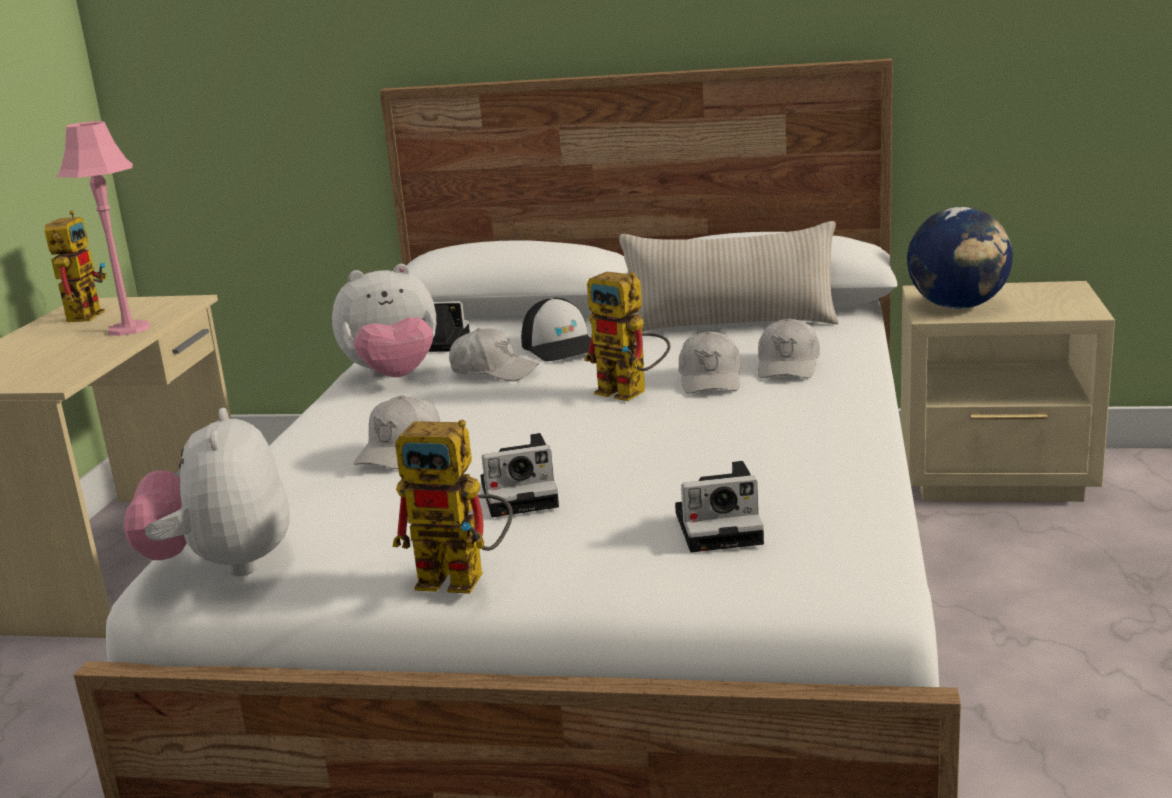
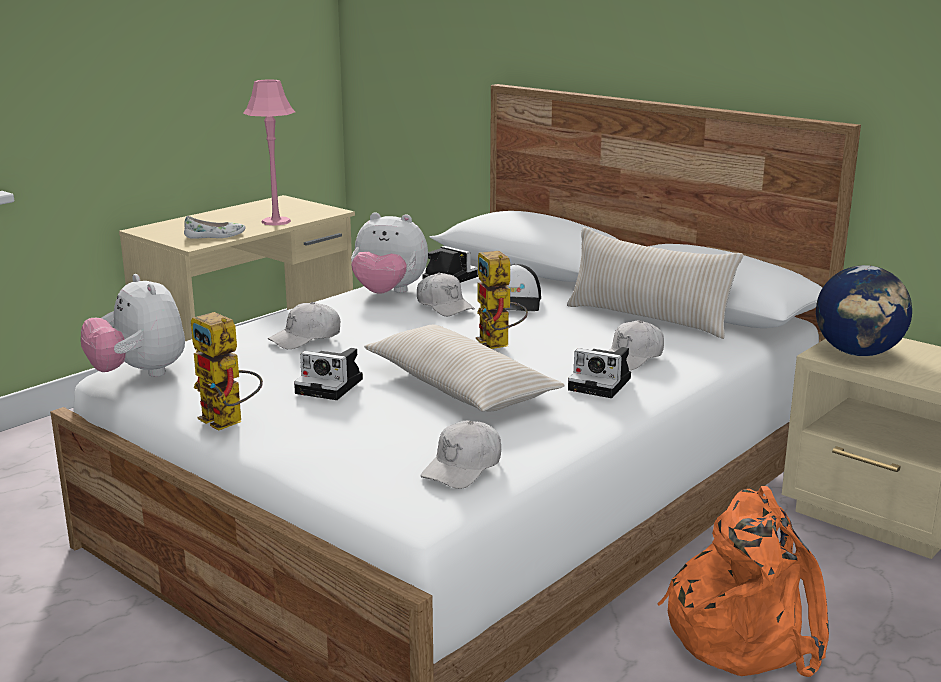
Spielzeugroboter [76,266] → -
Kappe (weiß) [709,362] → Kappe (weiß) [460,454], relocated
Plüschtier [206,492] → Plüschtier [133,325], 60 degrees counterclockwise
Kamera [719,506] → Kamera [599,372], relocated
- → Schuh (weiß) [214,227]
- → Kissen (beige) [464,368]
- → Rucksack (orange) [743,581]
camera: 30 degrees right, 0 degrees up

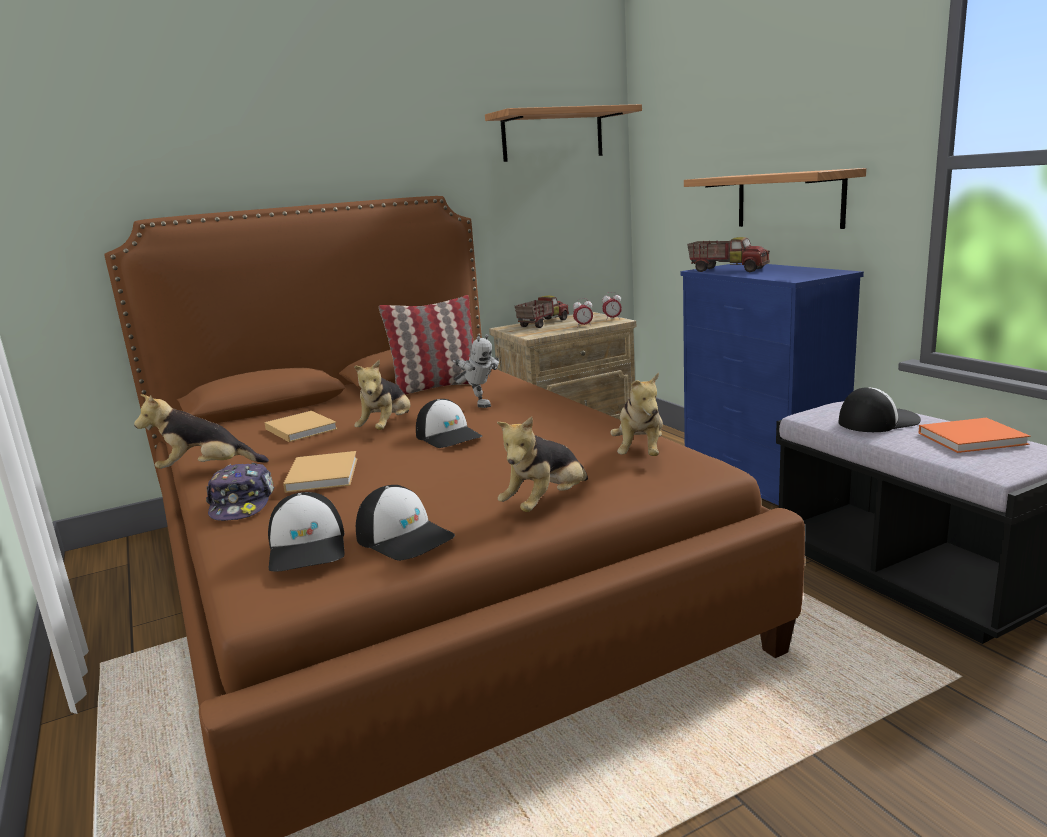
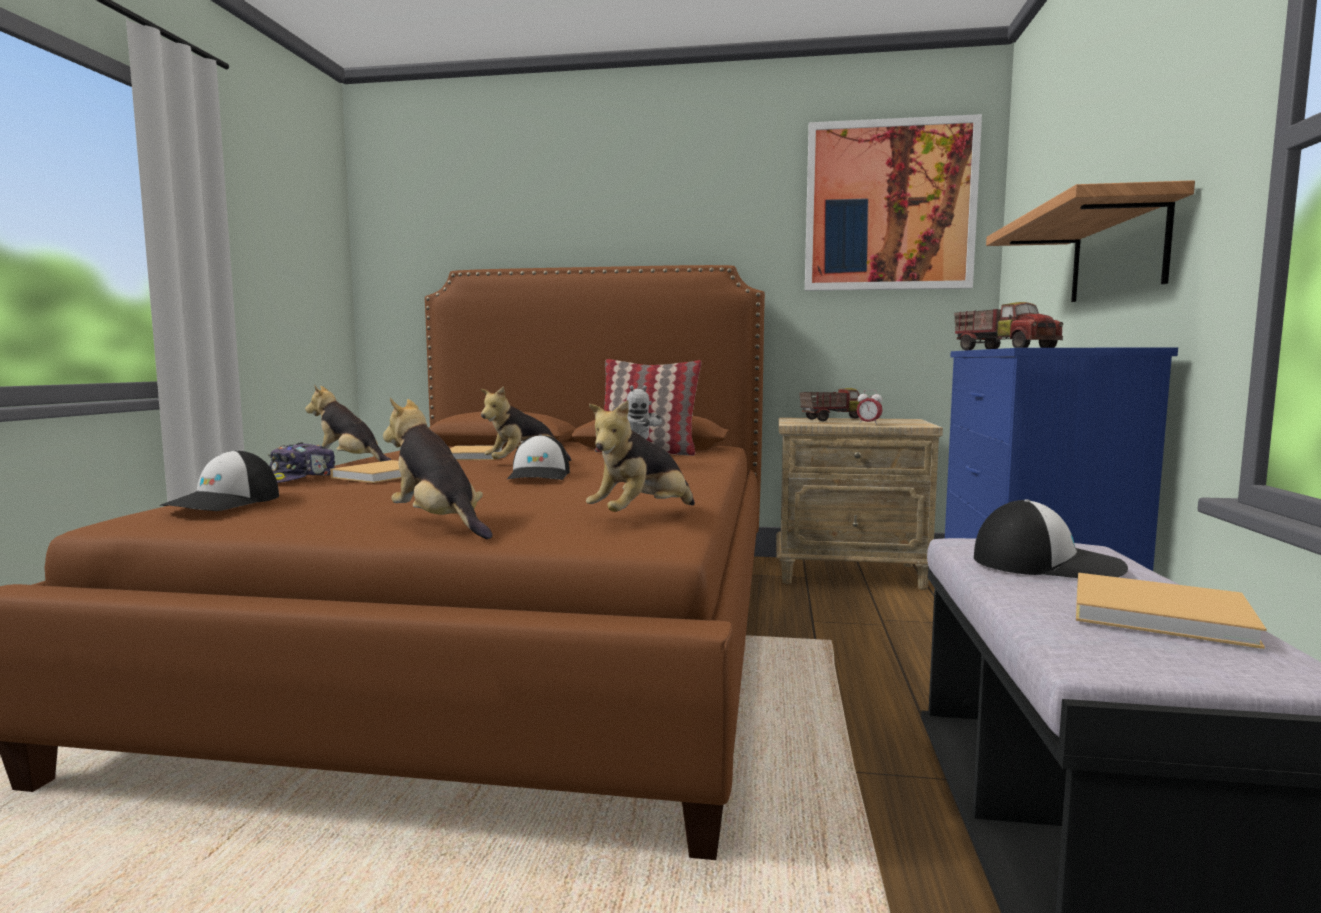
Wandregal [563,133] → Bild [893,202]
Wecker [612,306] → -
Plüschtier [542,464] → Plüschtier [438,468], 60 degrees clockwise
Buch (orange) [974,435] → Buch (beige) [1171,611]
Kappe [405,523] → -
camera: 35 degrees right, 10 degrees down

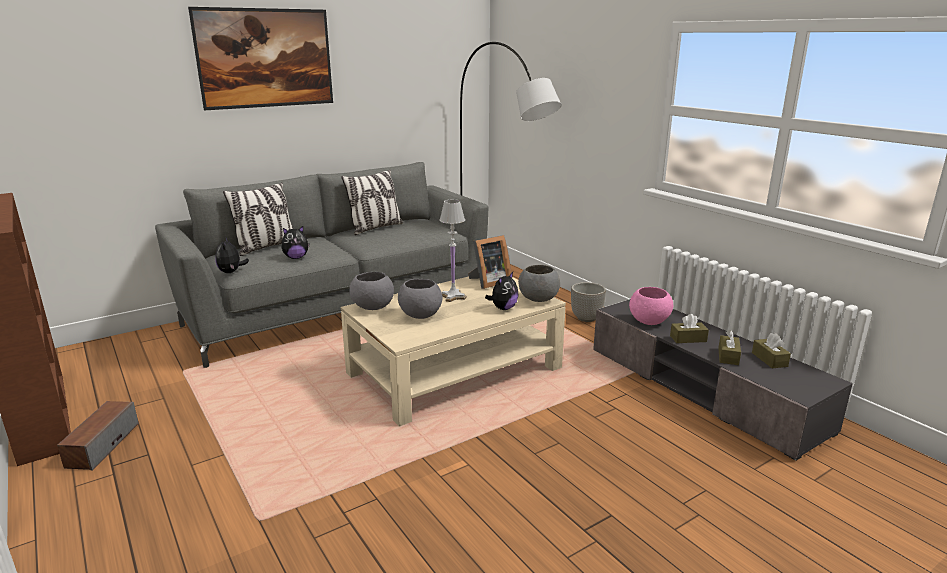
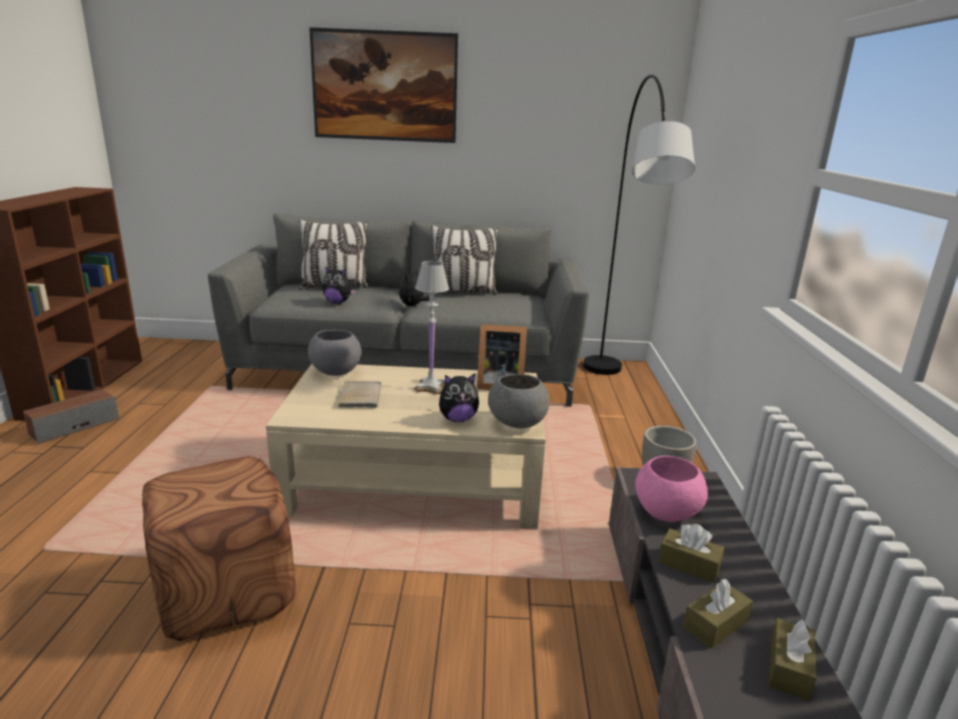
Plüschtier [232,255] → Plüschtier [414,287], relocated
Schüssel (grau) [420,299] → Buch (beige) [359,394]
- → Polsterhocker (braun) [219,548]
camera: 35 degrees right, 0 degrees up

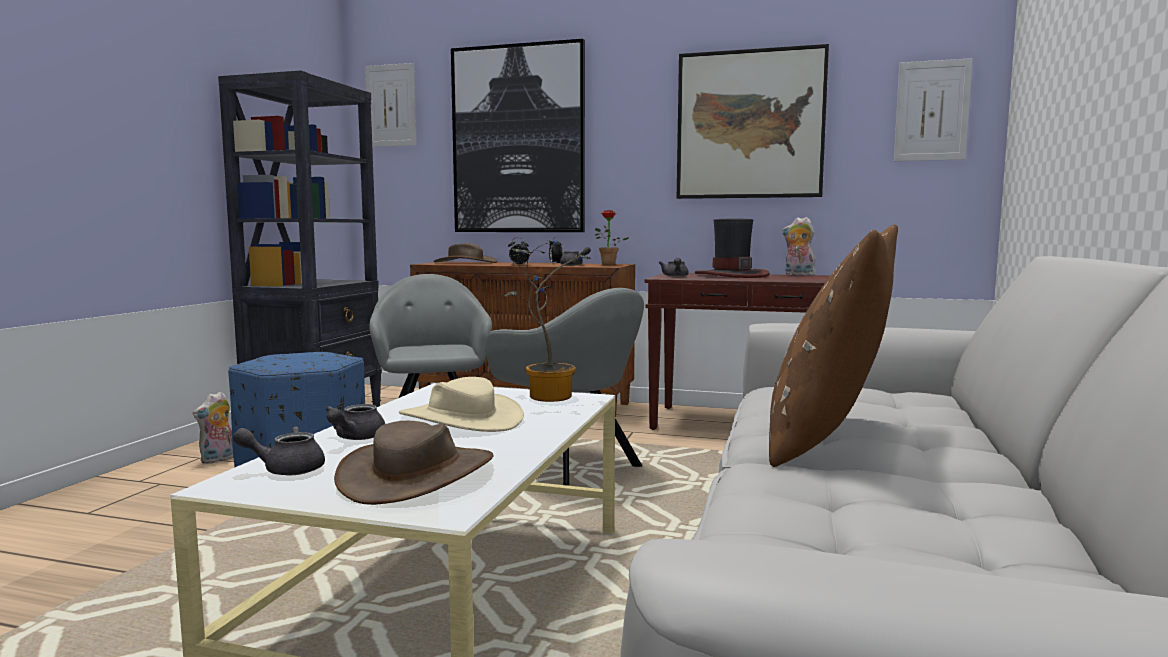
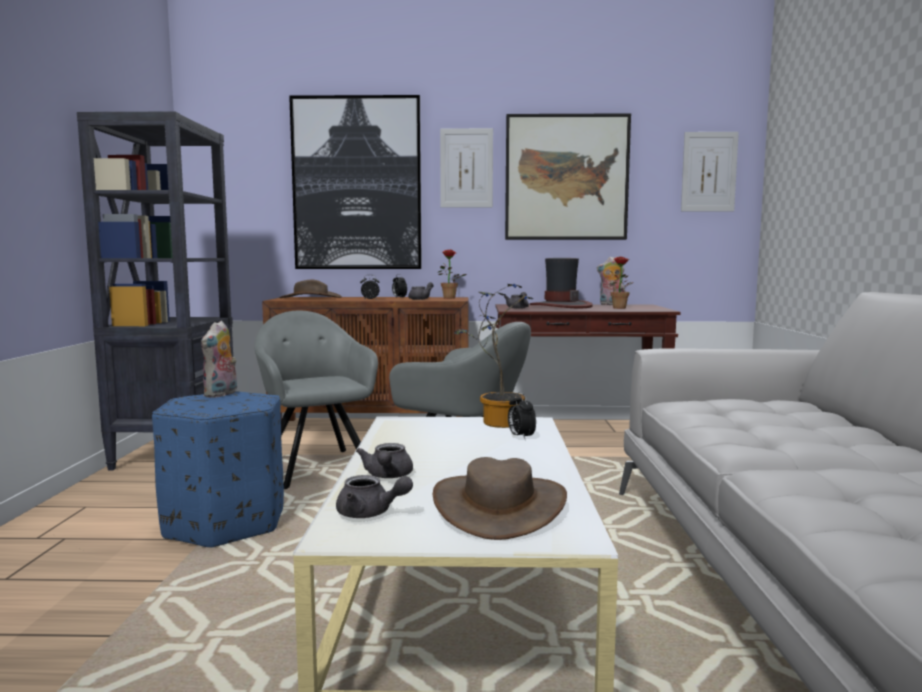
Bild [390,105] → Bild [466,168], relocated
Kissen (braun) [833,346] → -
Hut (beige) [461,404] → -
Plüschtier [213,427] → Plüschtier [219,359], relocated
Teekanne (grau) [279,451] → Teekanne (grau) [374,496], 135 degrees counterclockwise
- → Topfpflanze [622,283]
- → Wecker [522,415]
camera: 15 degrees left, 0 degrees up

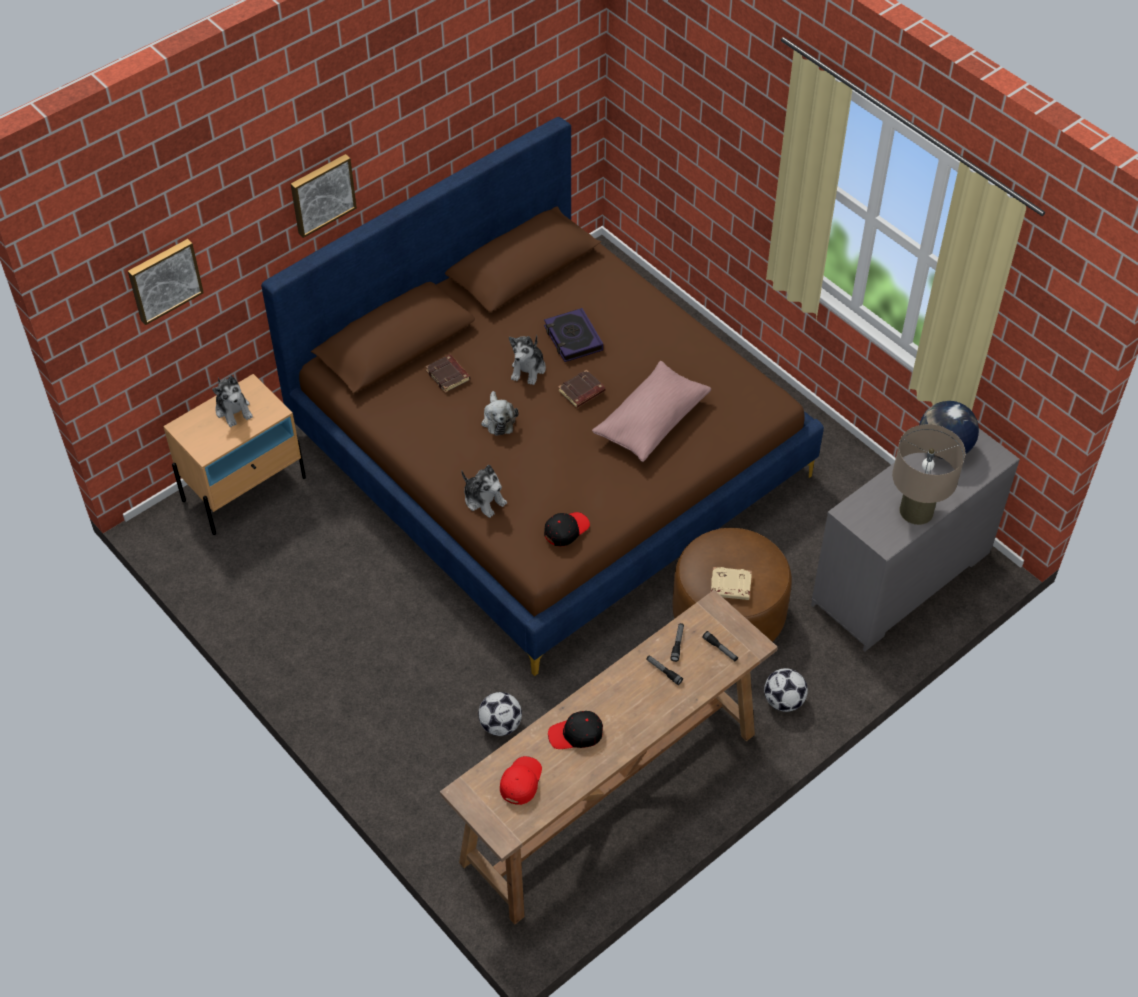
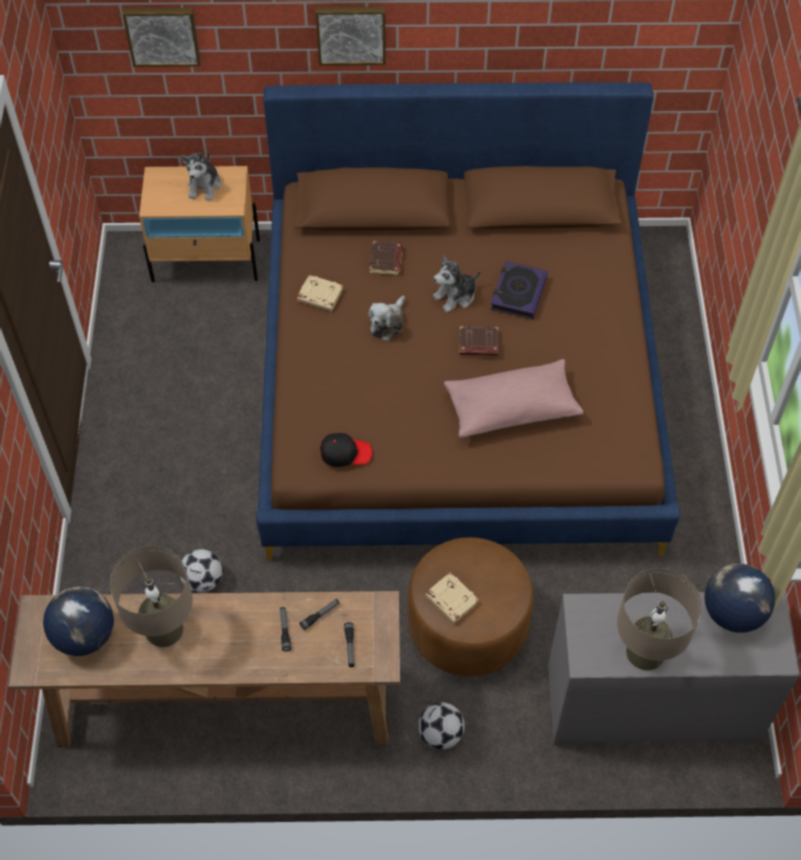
Plüschtier [484,491] → -
Kappe (schwarz) [575,730] → Tischlampe (beige) [151,596]
Kappe (rot) [521,780] → Globus [78,621]
- → Buch (beige) [320,293]
camera: 40 degrees right, 5 degrees up

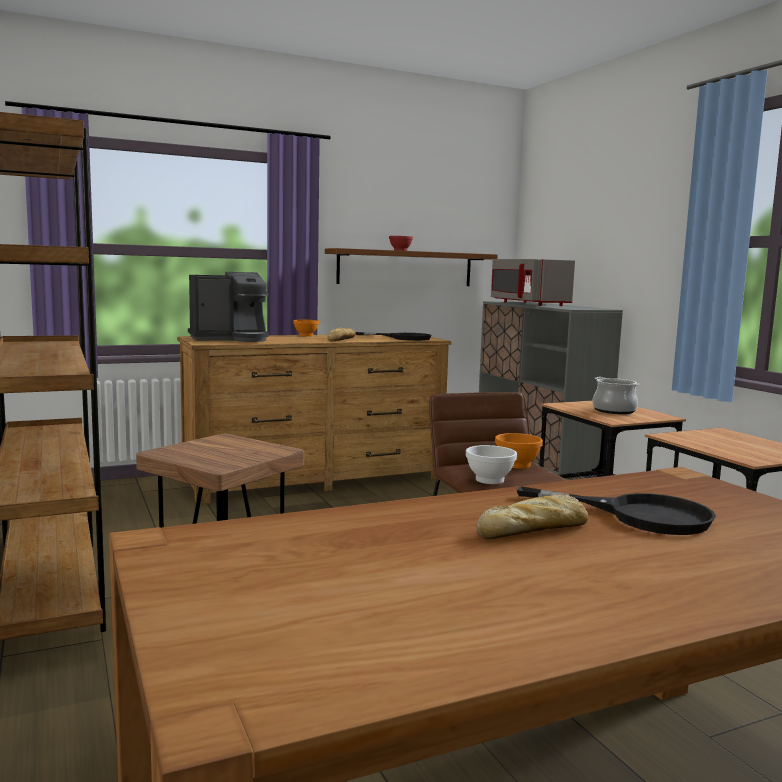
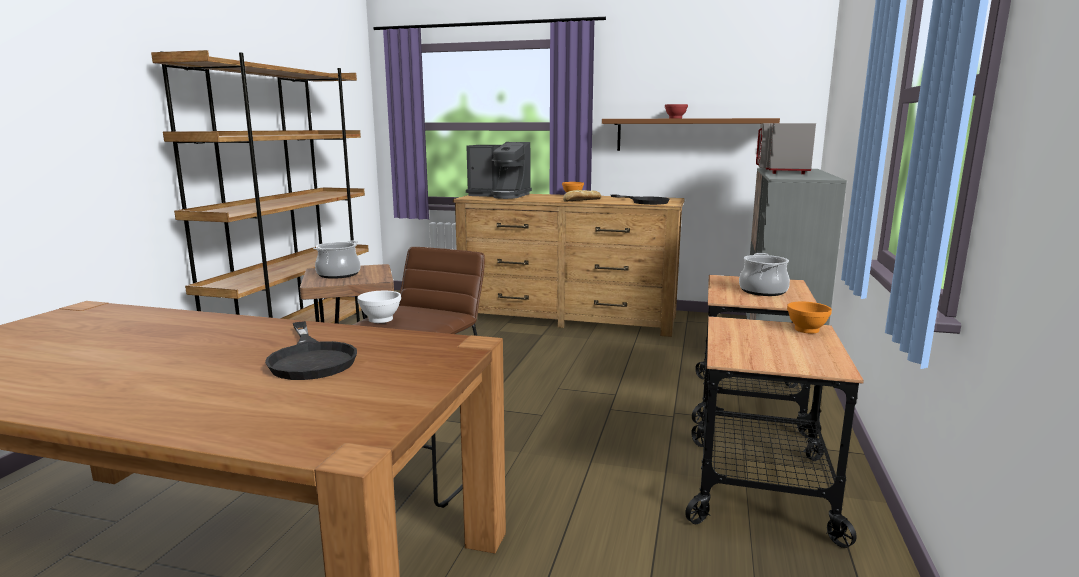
Schüssel (orange) [519,451] → Schüssel (orange) [809,317], relocated
Brot [532,517] → -
- → Kochtopf [337,260]
camera: 40 degrees right, 5 degrees up

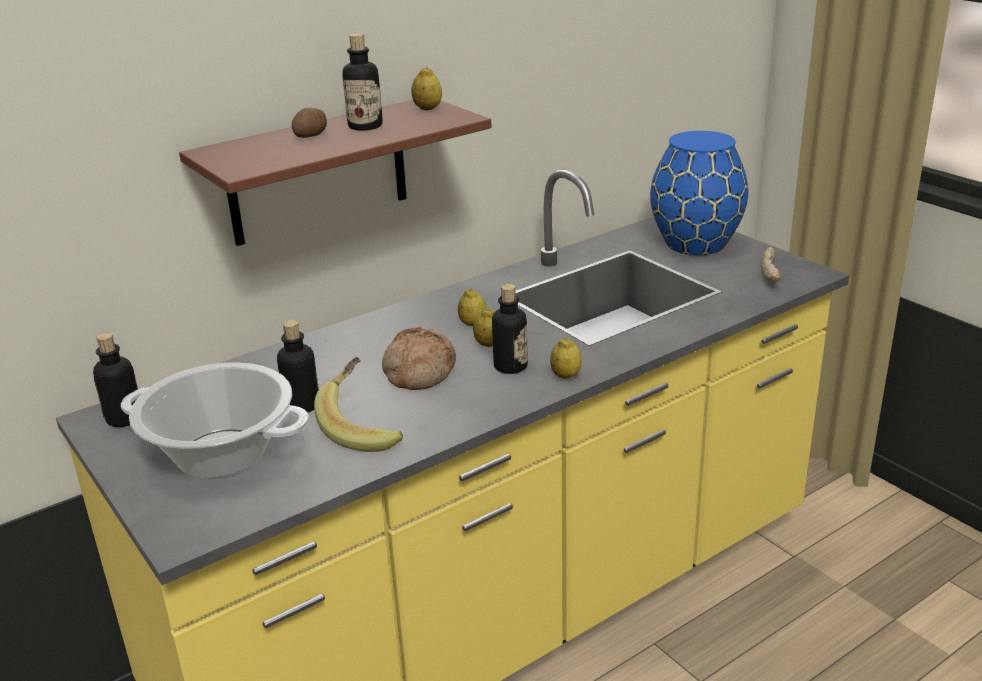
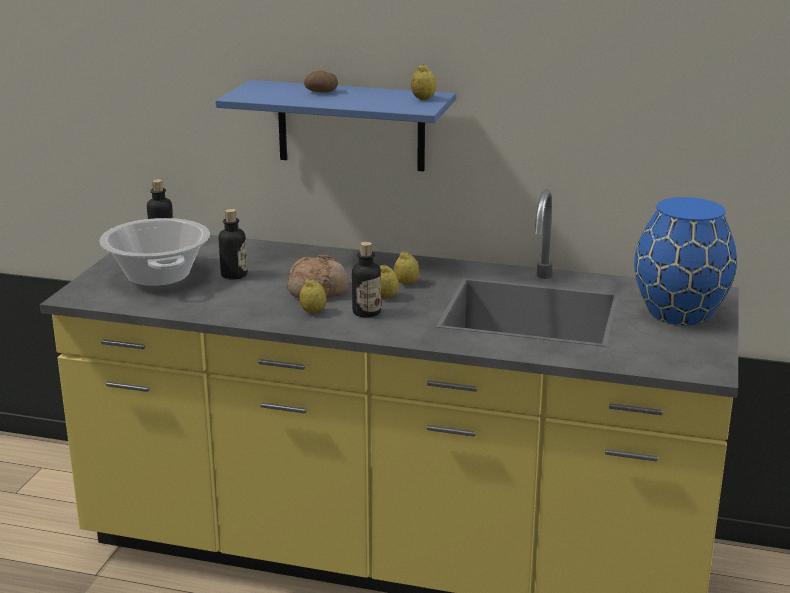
Flasche [362,82] → -
Wandregal (braun) [335,173] → Wandregal (blau) [335,125]
Brot [771,264] → -
Zitrone [566,358] → Zitrone [312,296], relocated
Banane [358,404] → -
camera: 50 degrees right, 5 degrees down

